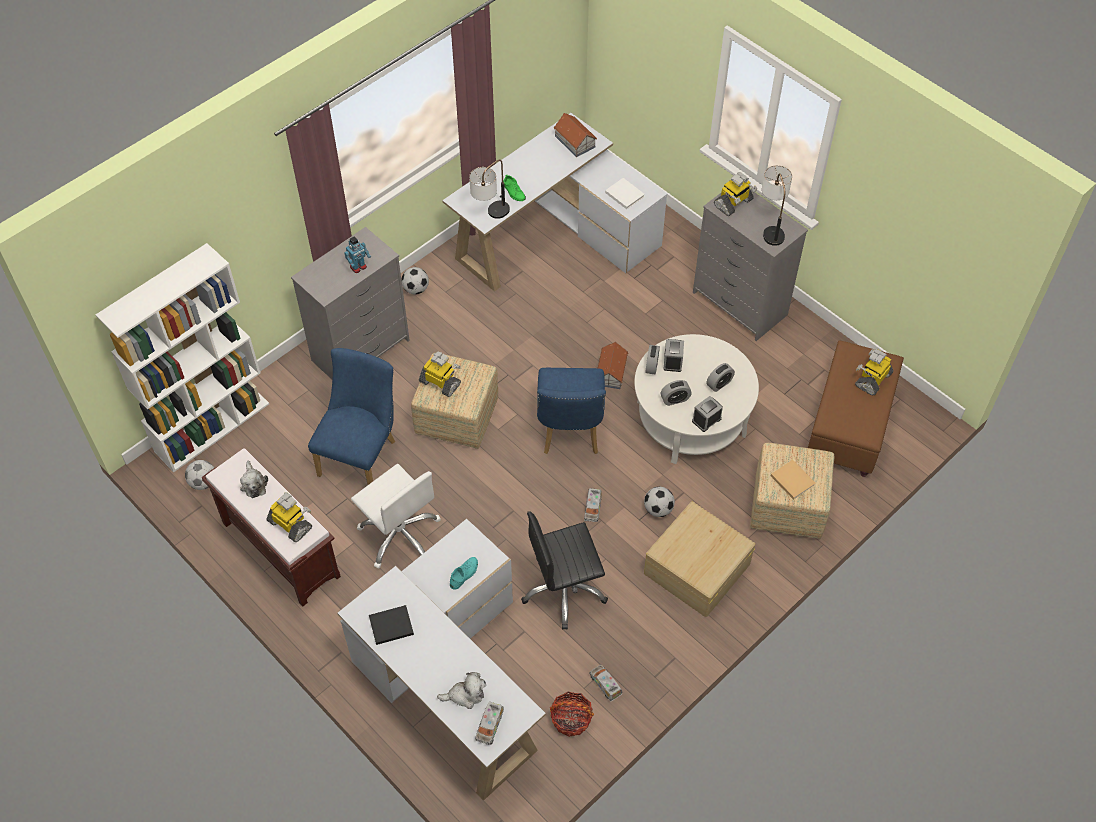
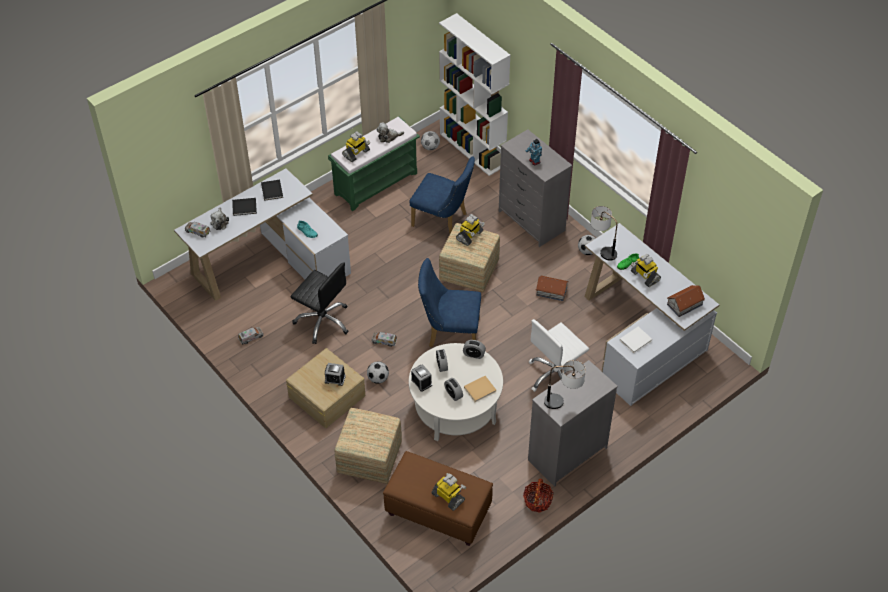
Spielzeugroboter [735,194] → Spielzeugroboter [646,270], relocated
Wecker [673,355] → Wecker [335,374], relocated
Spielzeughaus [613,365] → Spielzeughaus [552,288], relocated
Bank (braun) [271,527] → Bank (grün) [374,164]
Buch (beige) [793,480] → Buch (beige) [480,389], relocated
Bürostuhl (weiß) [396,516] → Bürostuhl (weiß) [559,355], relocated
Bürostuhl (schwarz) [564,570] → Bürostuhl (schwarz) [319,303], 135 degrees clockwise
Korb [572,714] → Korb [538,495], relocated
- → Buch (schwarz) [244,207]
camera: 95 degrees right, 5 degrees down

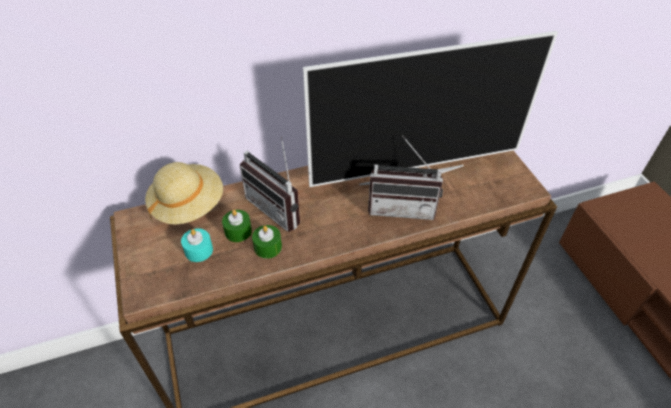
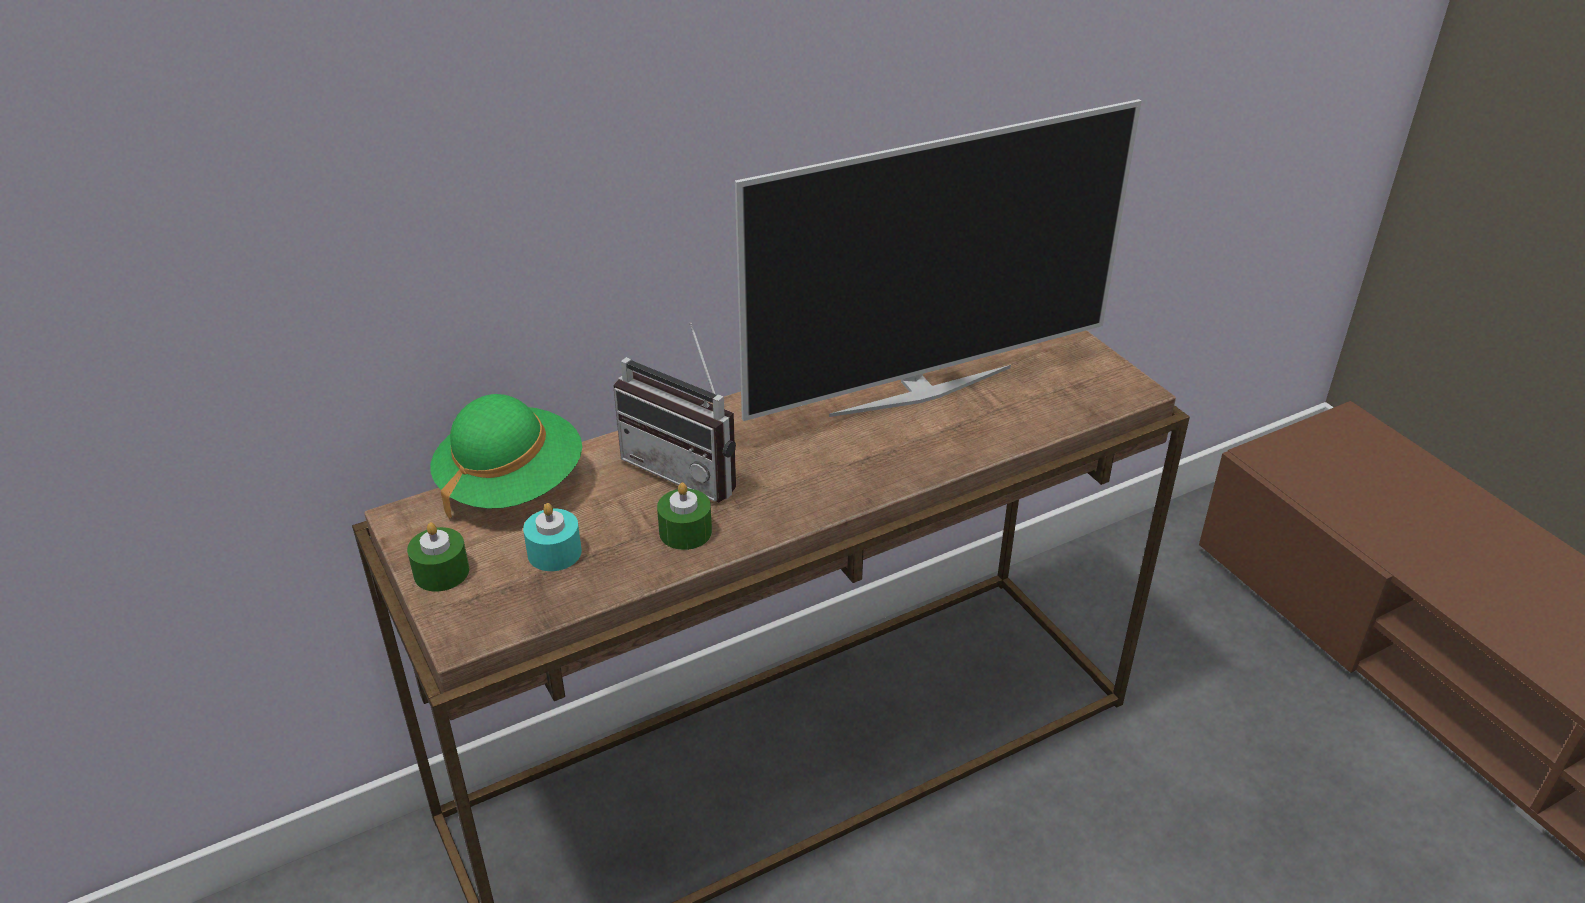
Radio [405,177] → -
Hut (beige) [184,193] → Hut (grün) [506,457]
Kerze (grün) [237,226] → Kerze (grün) [438,557], relocated
camera: 10 degrees left, 10 degrees down

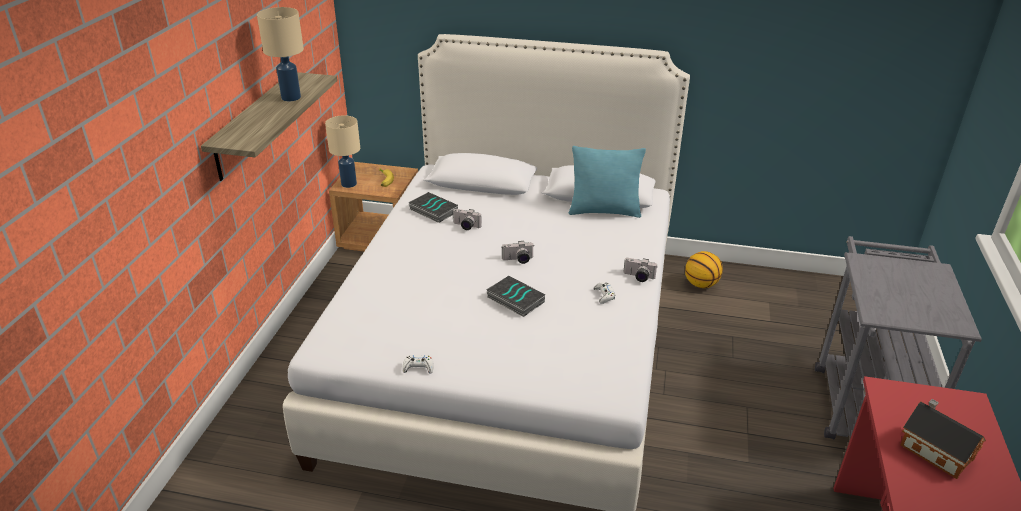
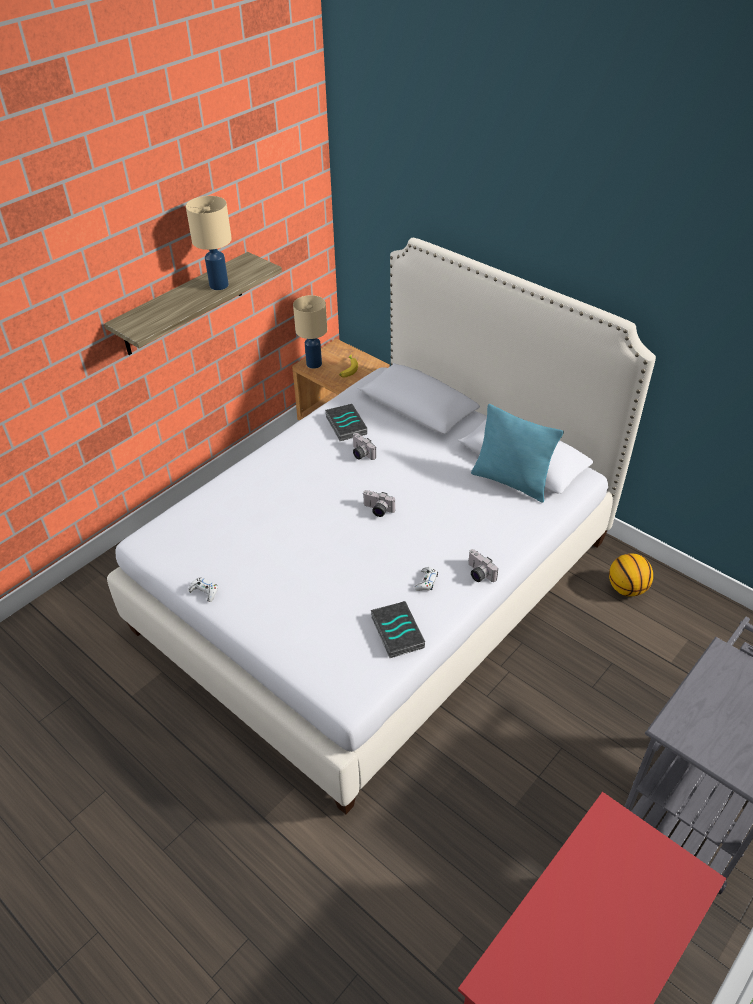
Buch [515,296] → Buch [398,629], relocated
Spielzeughaus [943,439] → -
camera: 30 degrees right, 10 degrees up

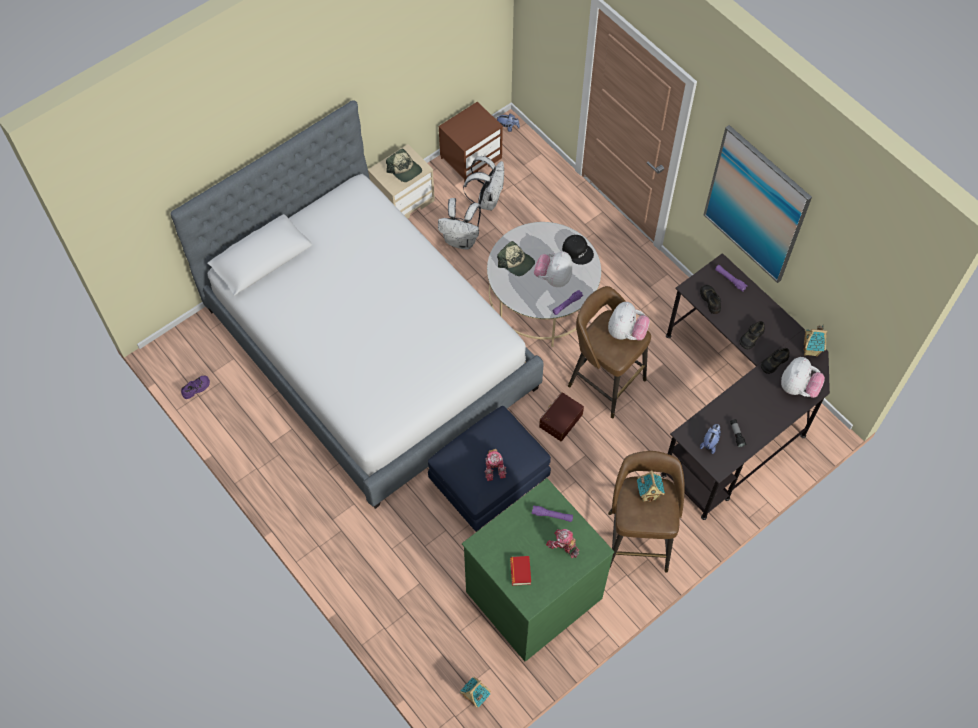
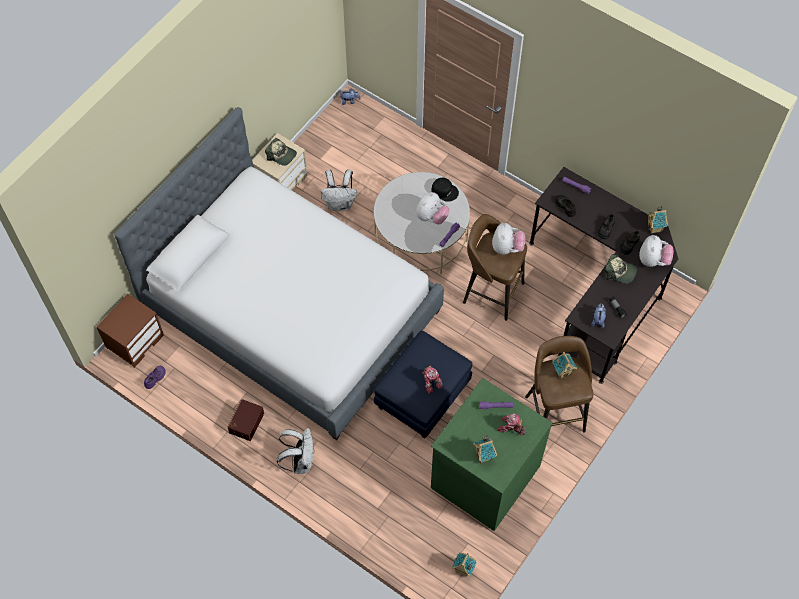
Nachttisch (braun) [471,142] → Nachttisch (braun) [130,331], relocated
Bild [757,204] → -
Rucksack (weiß) [483,183] → Rucksack (weiß) [295,451], relocated
Kappe [516,258] → Kappe [621,269], relocated
Plüschtier [553,269] → Plüschtier [433,208], 150 degrees counterclockwise
Aufbewahrungsbox (braun) [561,416] → Aufbewahrungsbox (braun) [246,420], relocated
Buch [520,571] → Spielzeughaus [485,450]
camera: 15 degrees left, 0 degrees up

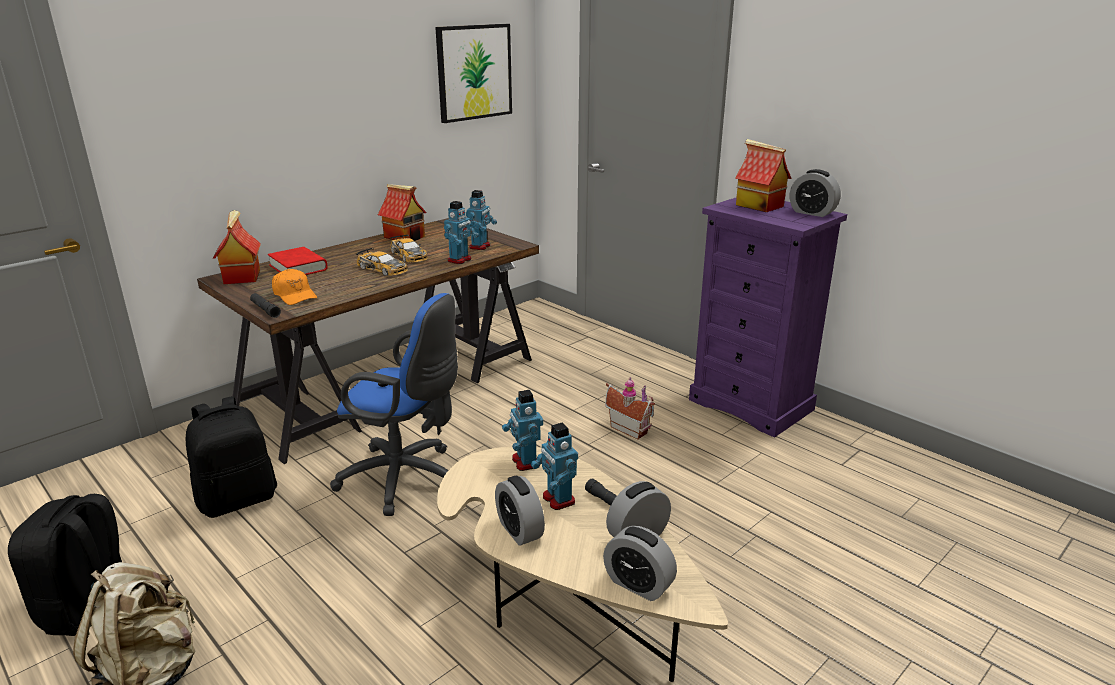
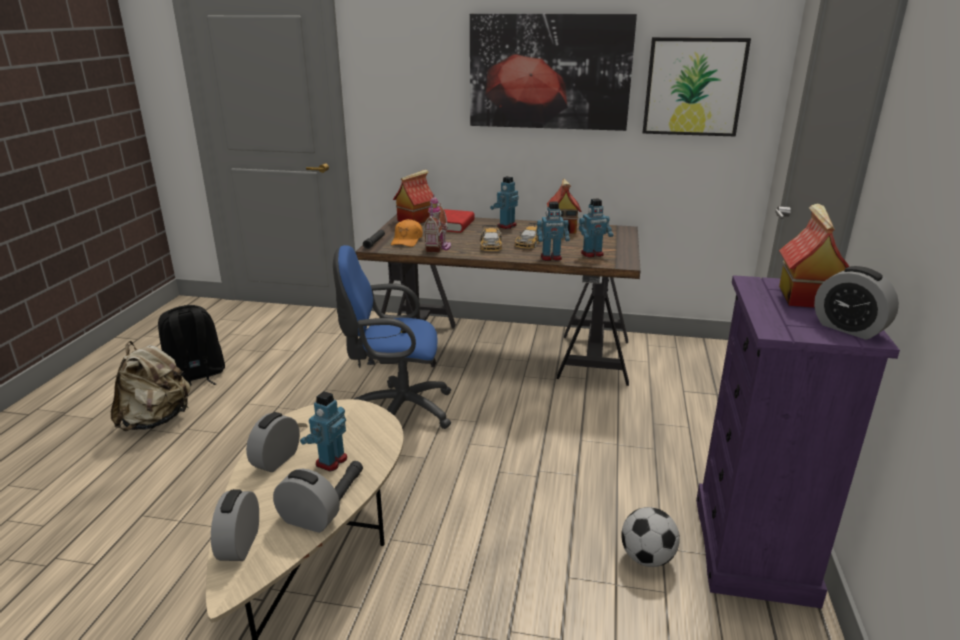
Wecker [815,193] → Wecker [856,303], 45 degrees counterclockwise
Bürostuhl (blau) [394,404] → Bürostuhl (blau) [392,337], 105 degrees clockwise
Spielzeughaus [630,408] → Spielzeughaus [437,223], relocated
Spielzeugroboter [522,430] → Spielzeugroboter [504,202], relocated
Rucksack (schwarz) [231,457] → -
- → Bild [553,72]
- → Fußball [650,537]
camera: 55 degrees right, 0 degrees up

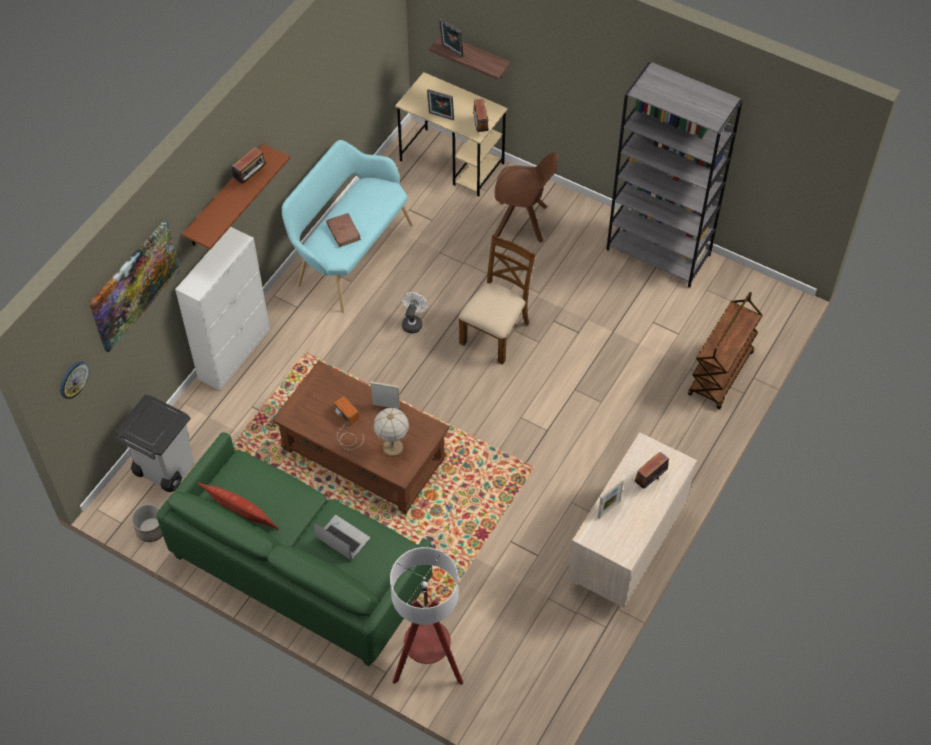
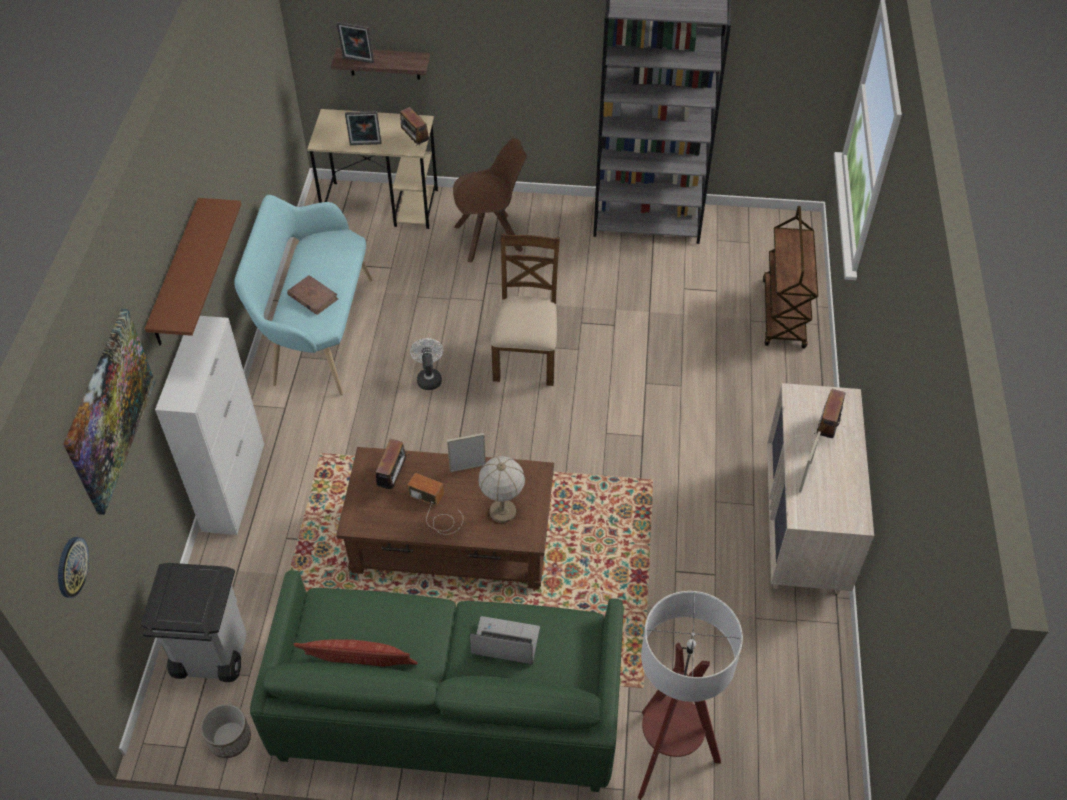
Radio [249,165] → Radio [392,464], relocated
camera: 25 degrees left, 5 degrees down

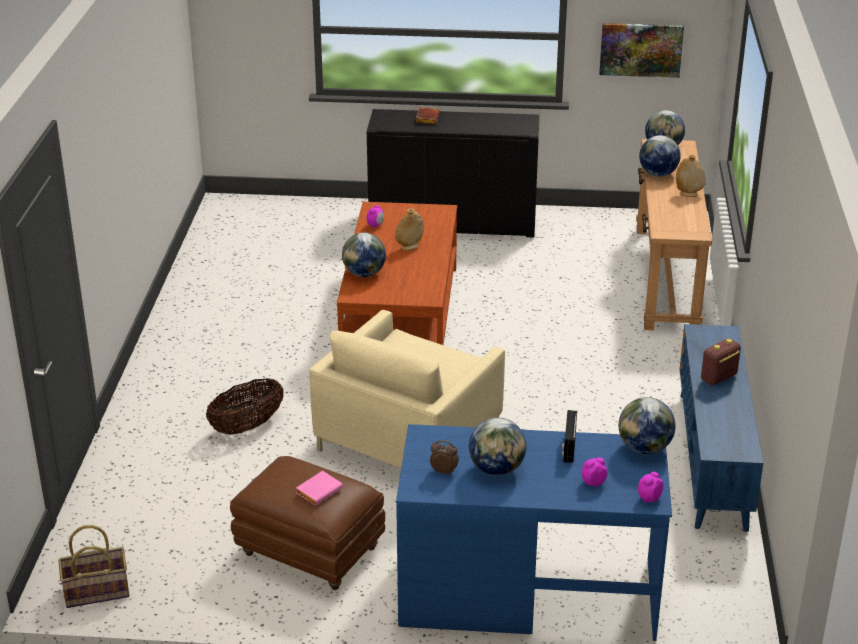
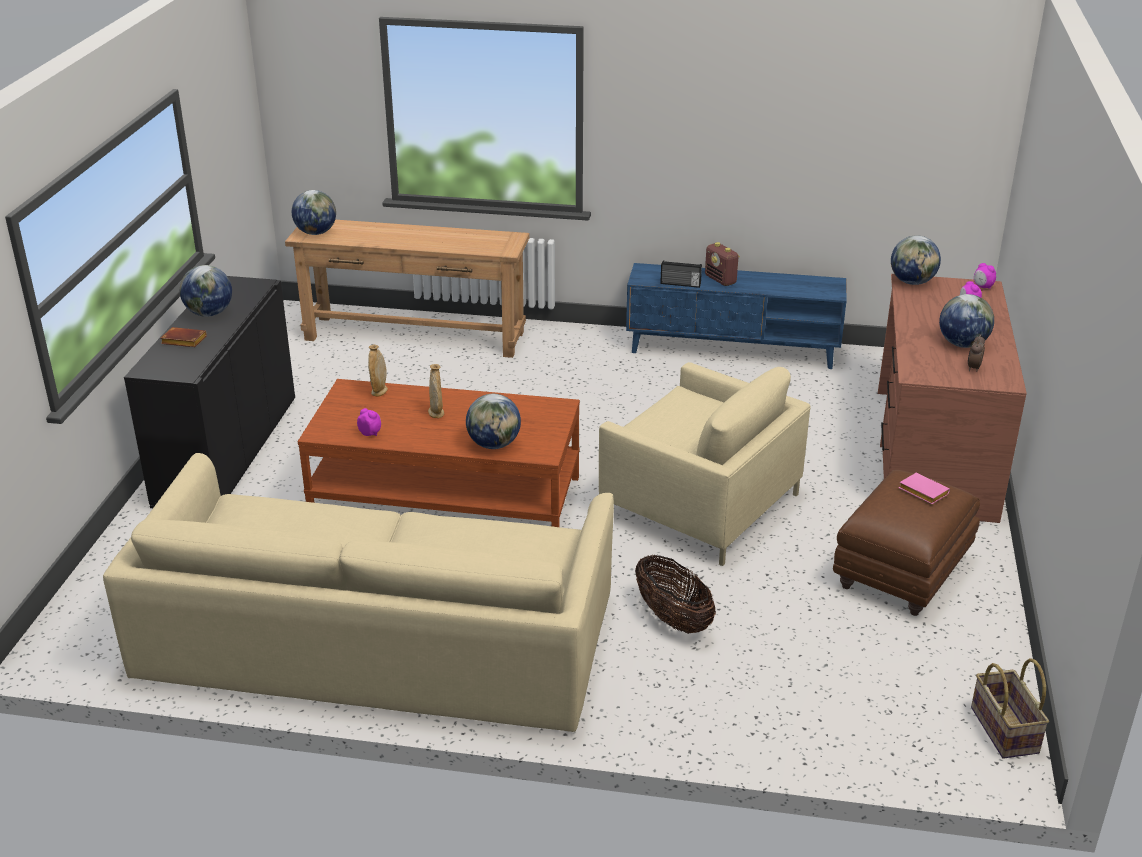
Bild [641,50] → -
Globus [660,156] → Globus [206,291], relocated
Vase (beige) [691,176] → Vase (beige) [378,371], relocated
Radio [569,436] → Radio [681,274], relocated
Schreibtisch (blau) [534,532] → Schreibtisch (braun) [952,398]
- → Sofa (beige) [358,592]
camera: 85 degrees left, 0 degrees up

